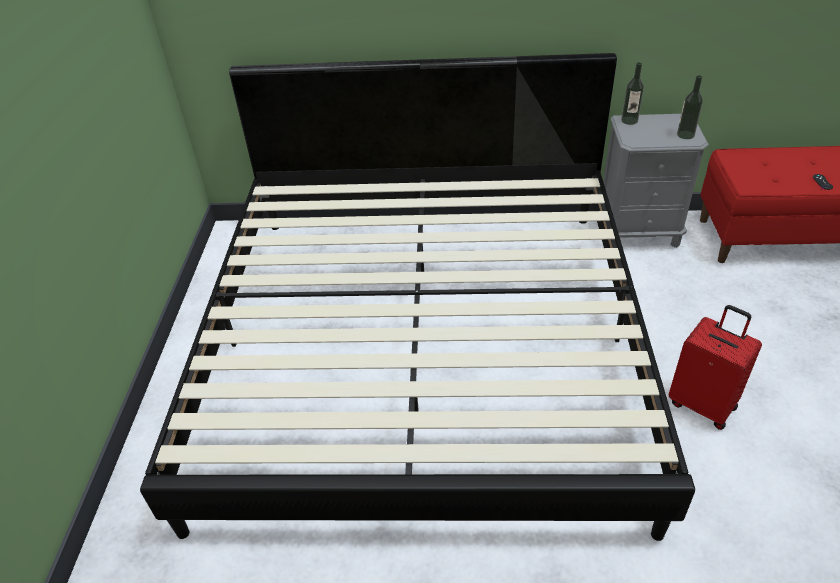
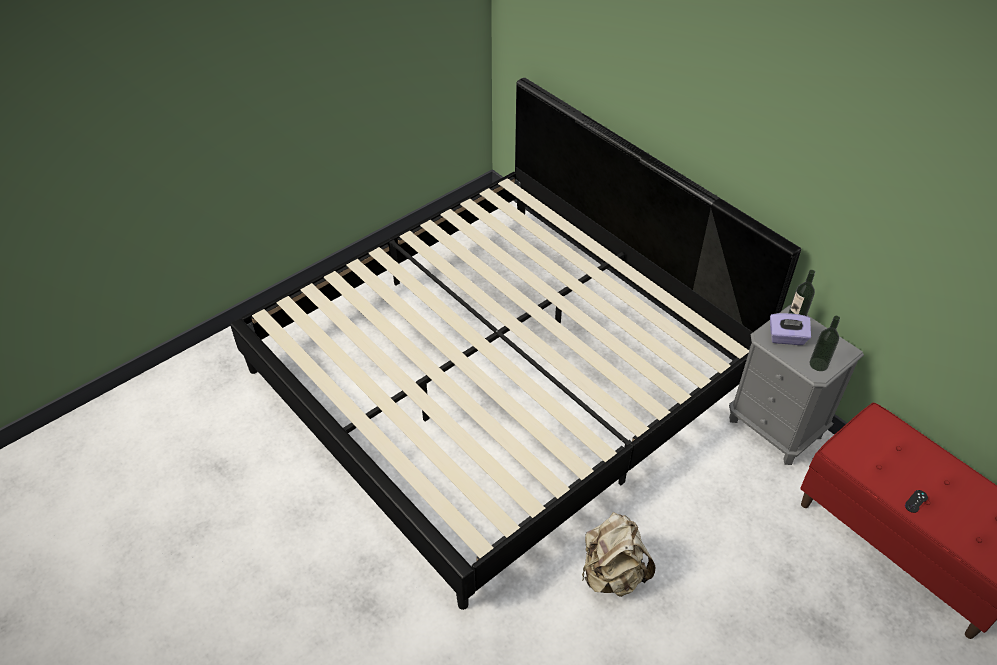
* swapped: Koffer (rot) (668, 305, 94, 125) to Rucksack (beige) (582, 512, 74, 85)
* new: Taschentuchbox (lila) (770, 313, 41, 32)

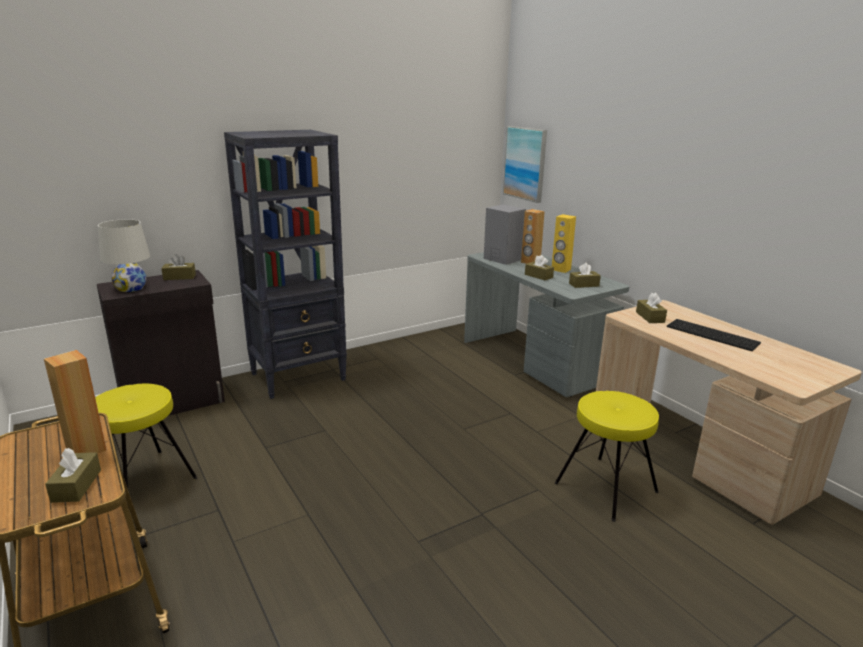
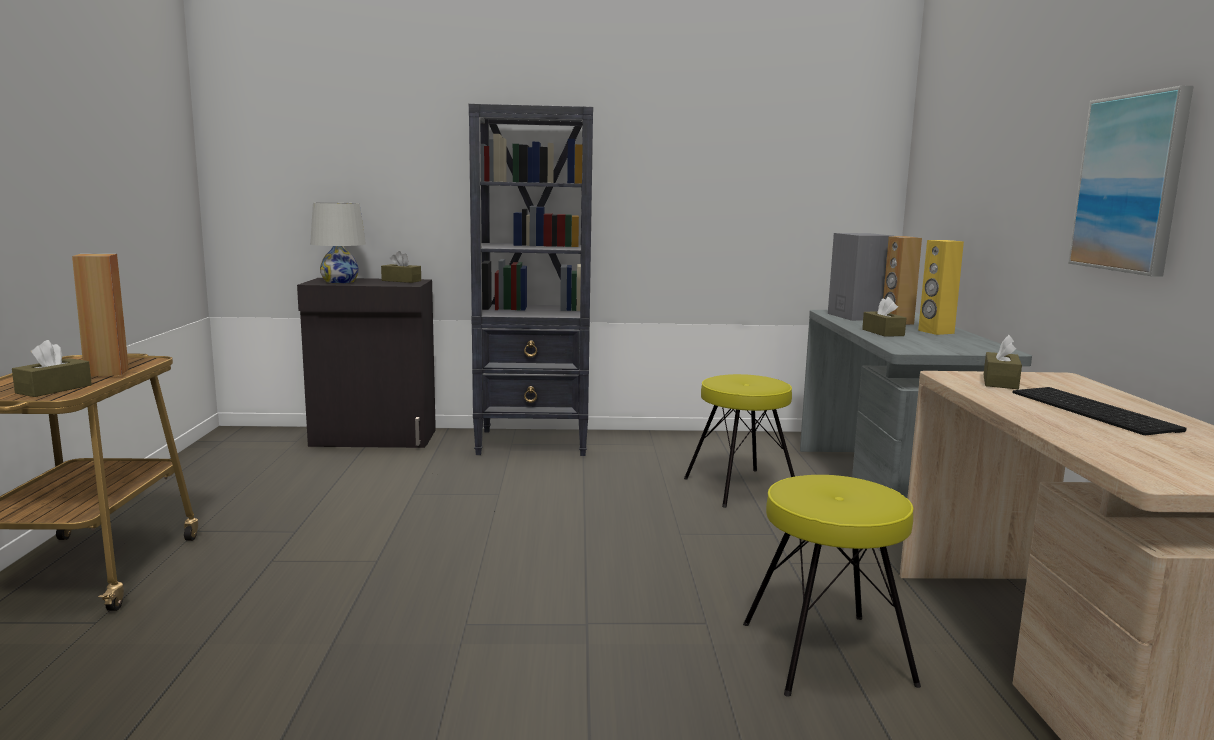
* shifted: Bild (503, 126, 44, 77) to (1068, 86, 126, 191)
* gone: Taschentuchbox (braun) (569, 263, 32, 25)
* shifted: Hocker (gelb) (95, 384, 102, 124) to (684, 374, 111, 134)

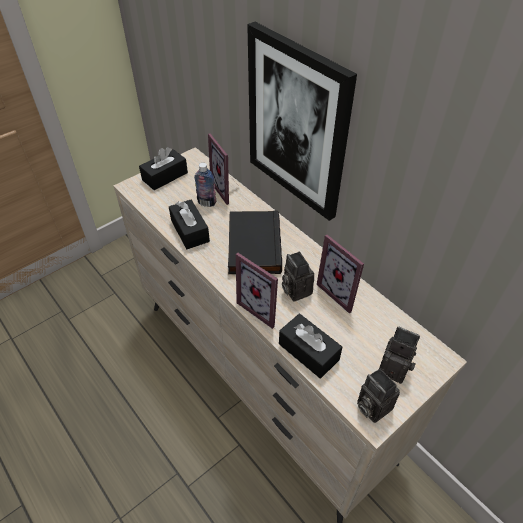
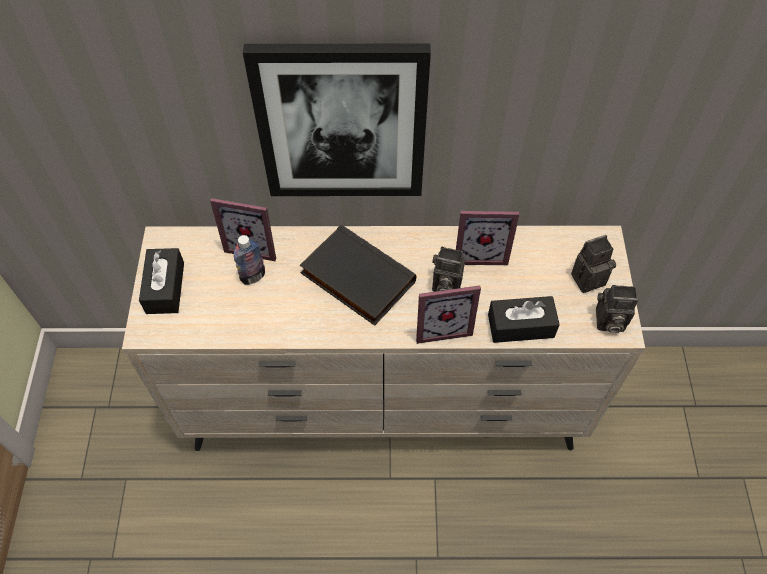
* gone: Taschentuchbox (schwarz) (169, 200, 41, 49)

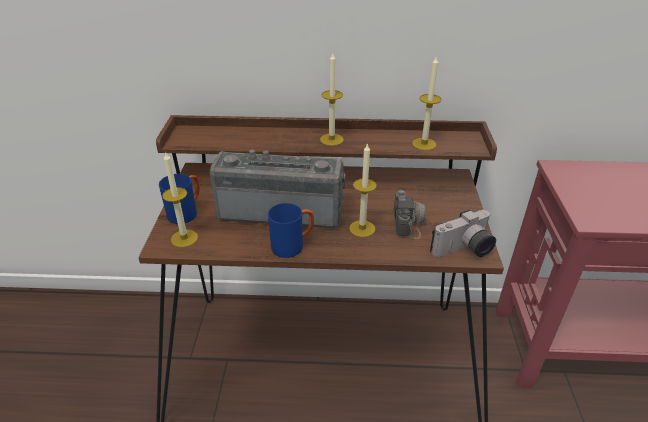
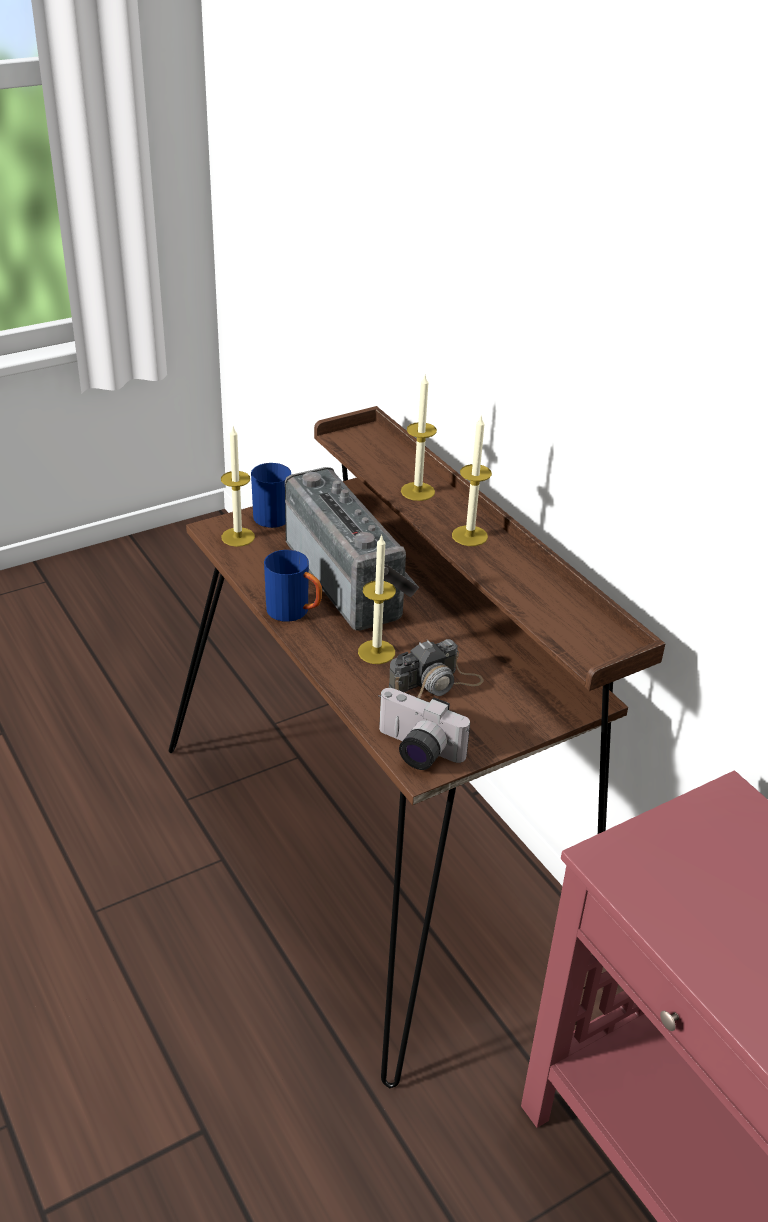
* shifted: Kerze (412, 55, 29, 95) to (401, 375, 36, 126)

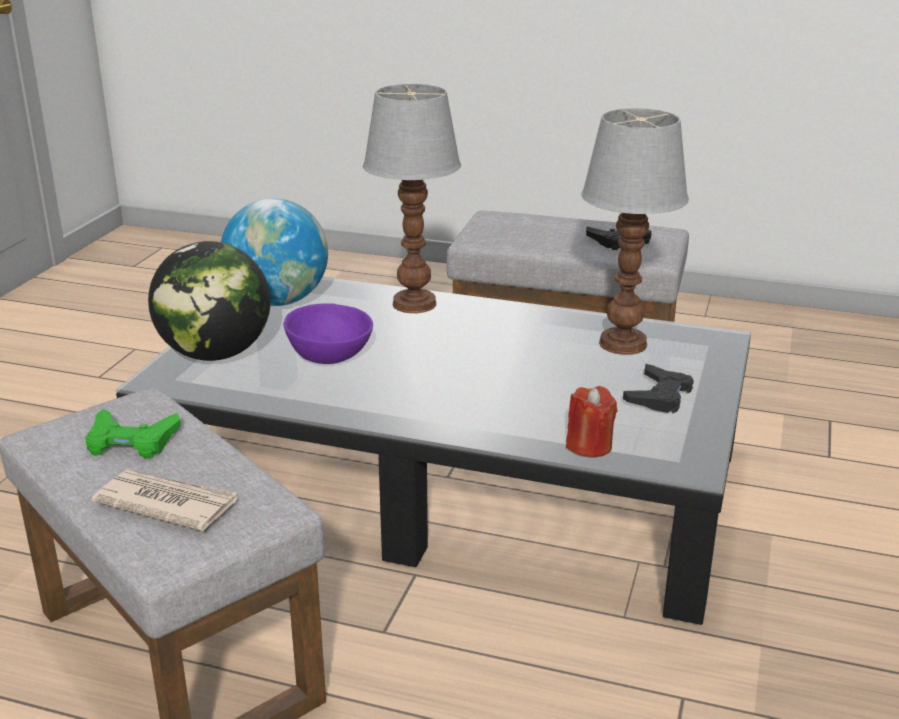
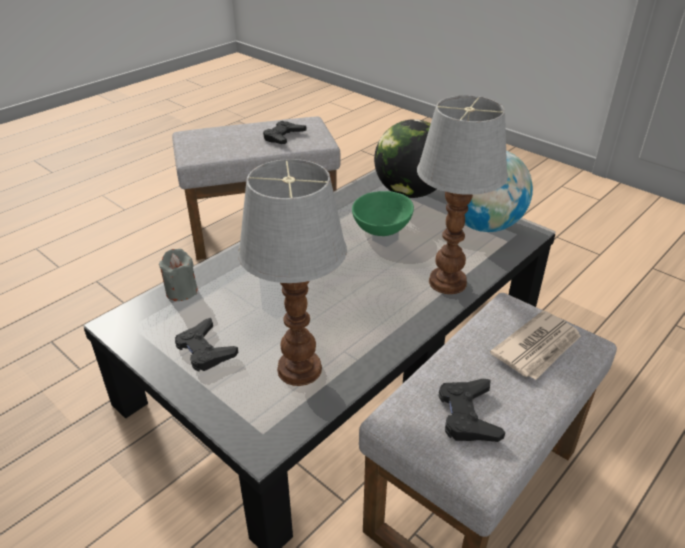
* repainted: Schüssel (lila) (283, 303, 90, 61) to Schüssel (grün) (352, 191, 62, 45)
* repainted: Kerze (rot) (566, 386, 51, 71) to Kerze (grau) (159, 249, 39, 52)
* repainted: Gamepad (grün) (85, 409, 96, 50) to Gamepad (schwarz) (263, 121, 43, 23)
* shifted: Zeitung (92, 469, 145, 62) to (490, 310, 91, 70)

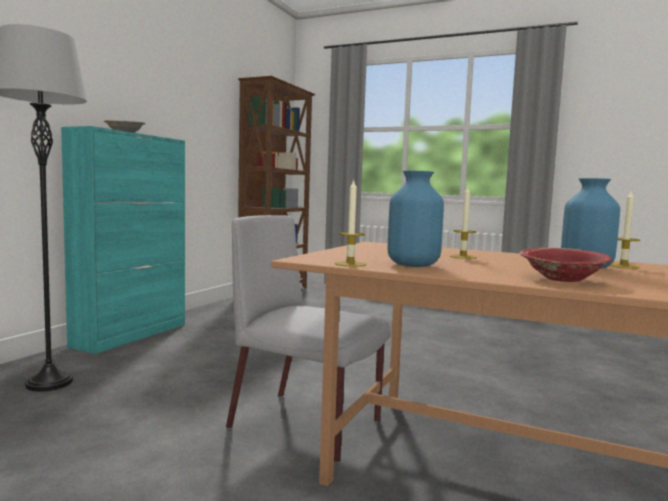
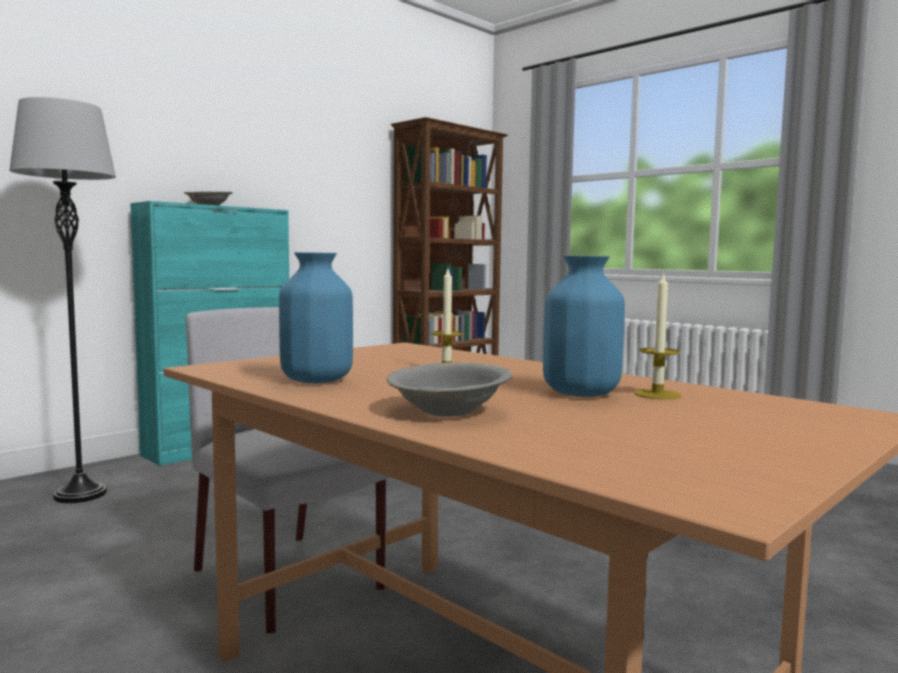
* gone: Kerze (335, 179, 31, 88)
* repainted: Schüssel (rot) (520, 248, 92, 34) to Schüssel (grau) (386, 362, 126, 54)

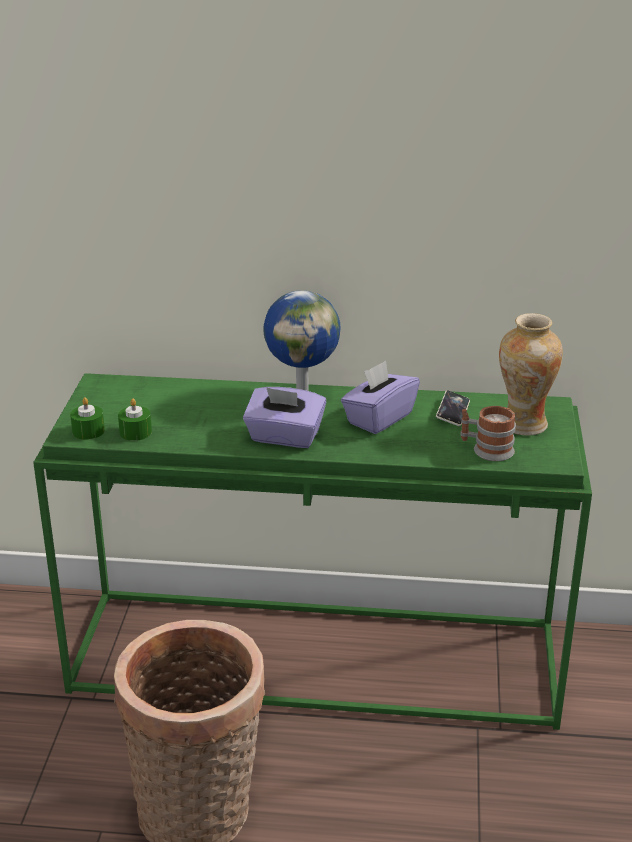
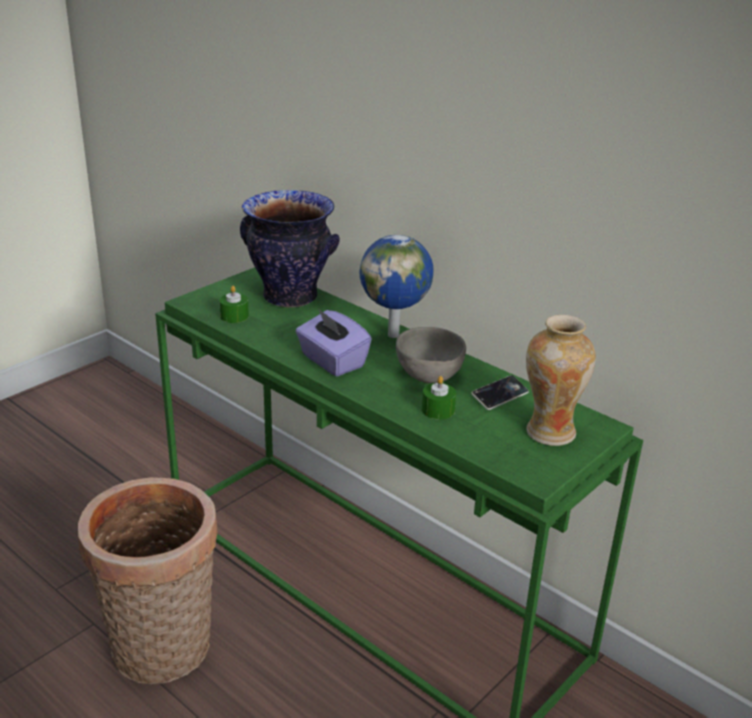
* swapped: Taschentuchbox (lila) (341, 361, 79, 73) to Schüssel (grau) (396, 327, 70, 56)
* shifted: Kerze (grün) (70, 397, 35, 43) to (422, 376, 34, 43)
* gone: Henkelbecher (460, 406, 56, 55)
* new: Vase (240, 190, 100, 117)

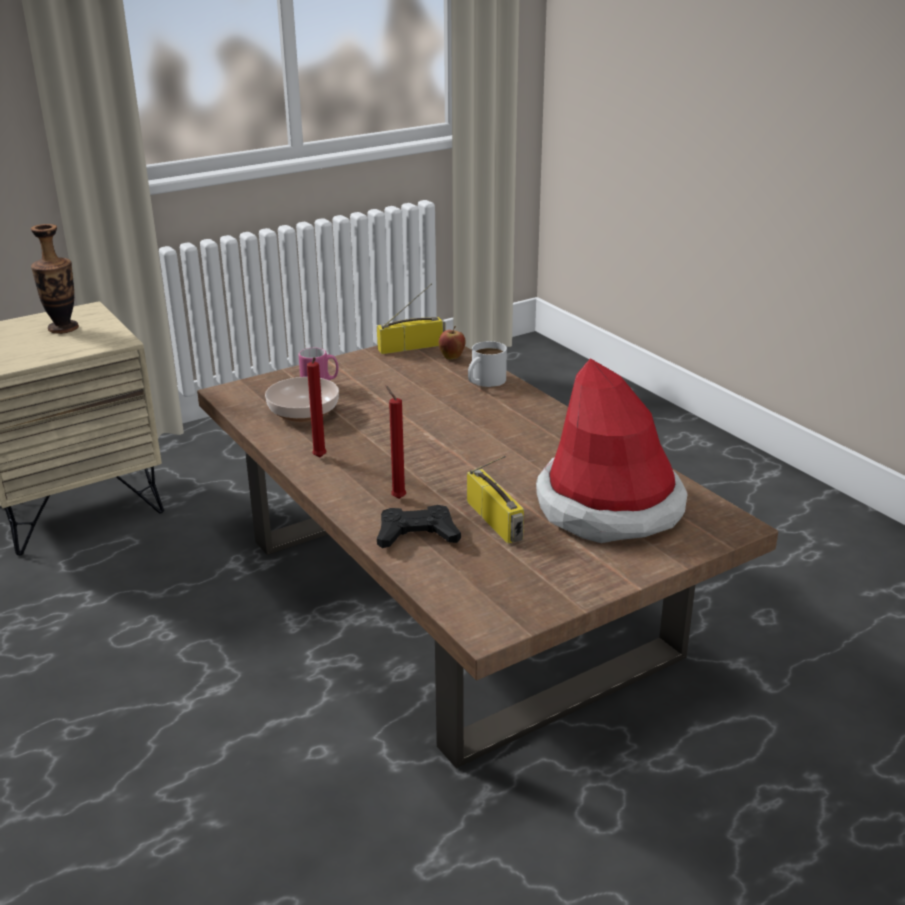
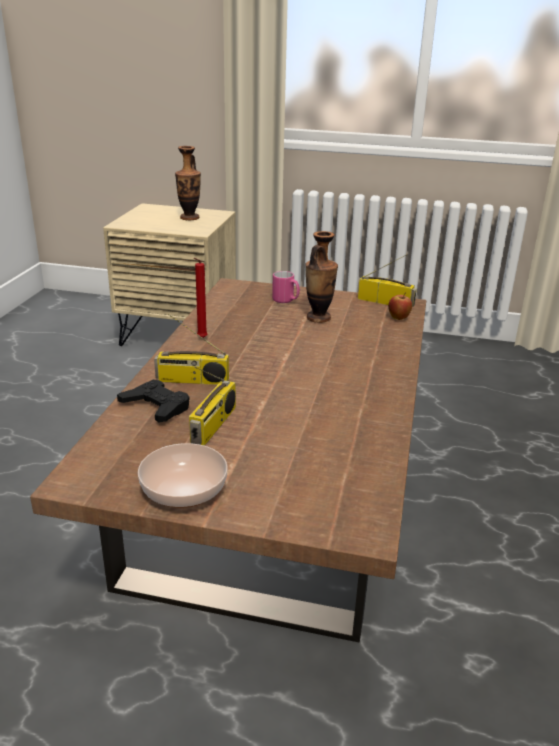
* gone: Henkelbecher (weiß) (468, 341, 39, 46)
* gone: Hut (536, 358, 152, 185)
* shifted: Schüssel (265, 377, 74, 45) to (138, 443, 90, 65)
* swapped: Kerze (rot) (385, 385, 21, 114) to Radio (154, 314, 75, 71)
* new: Vase (305, 231, 33, 92)

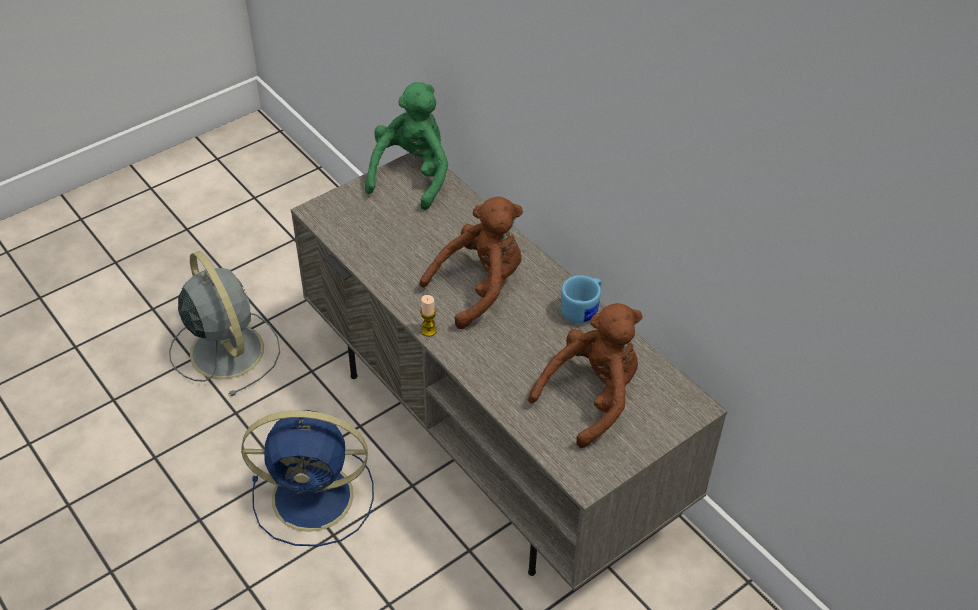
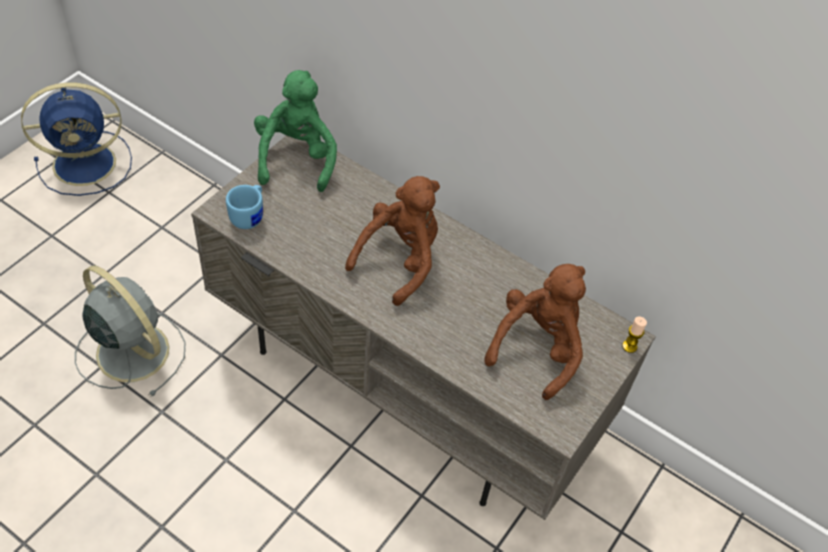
* shifted: Henkelbecher (blau) (561, 275, 41, 49) to (226, 185, 37, 44)
* shifted: Kerze (420, 295, 17, 42) to (622, 316, 25, 37)
* shifted: Ventilator (blau) (241, 410, 133, 136) to (21, 82, 111, 114)

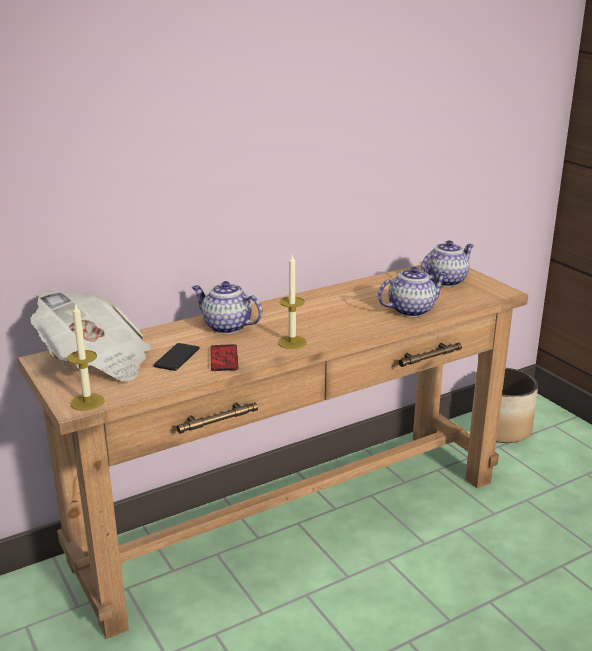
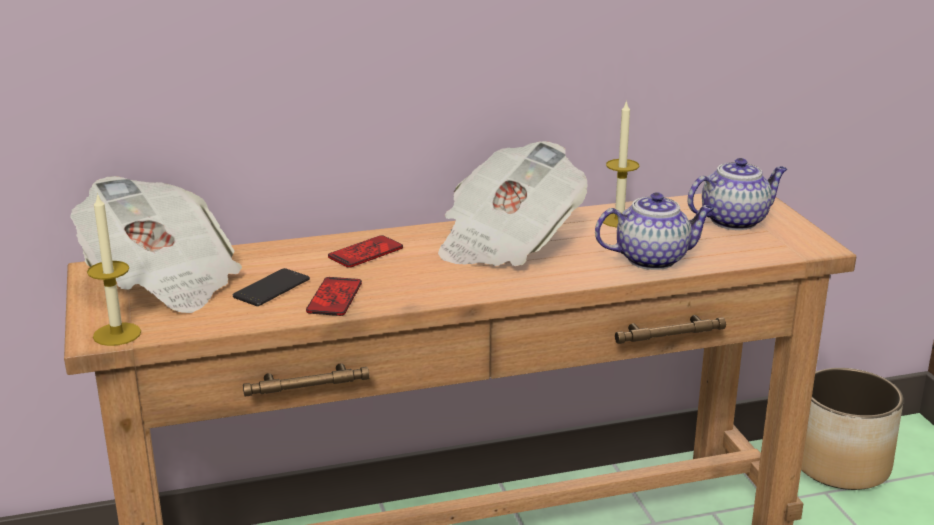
* shifted: Kerze (278, 255, 29, 94) to (603, 100, 36, 127)
* swapped: Teekanne (192, 281, 70, 53) to Handy (328, 235, 75, 33)
* new: Zeitung (438, 141, 150, 125)

